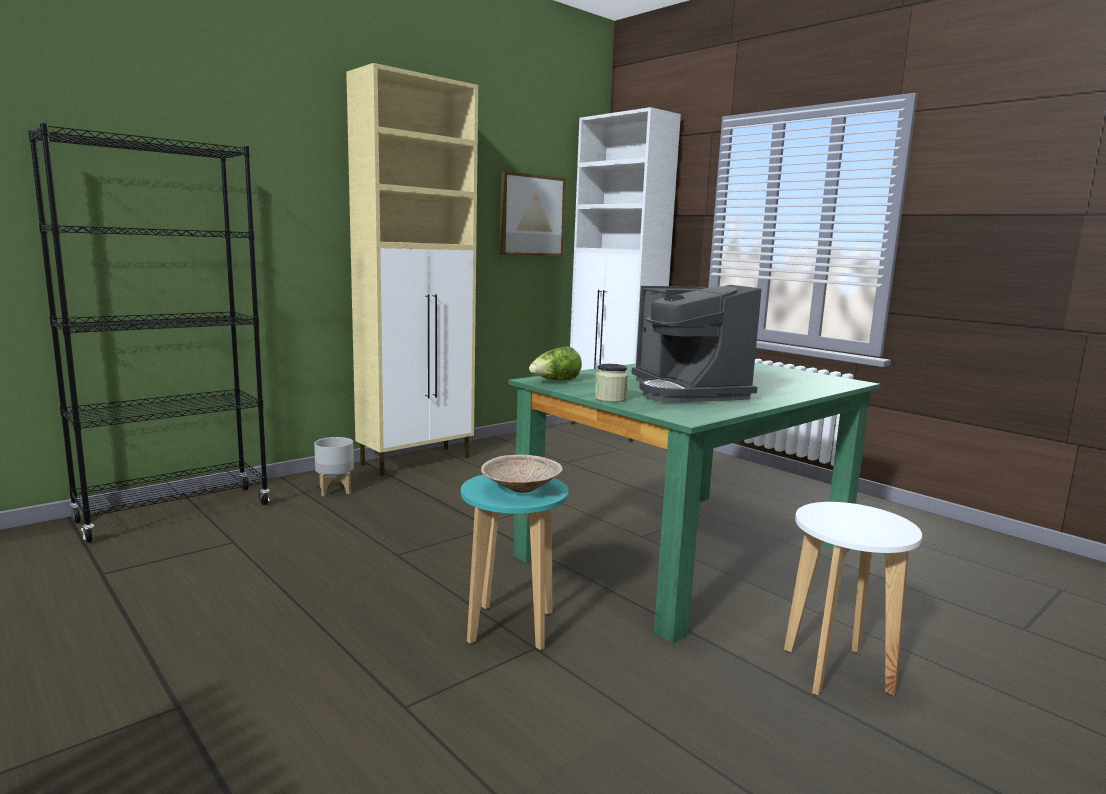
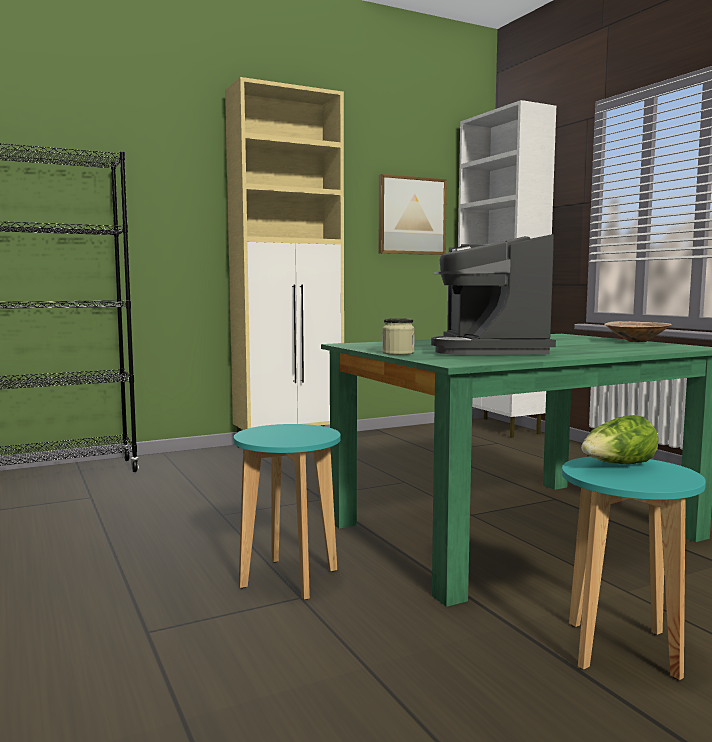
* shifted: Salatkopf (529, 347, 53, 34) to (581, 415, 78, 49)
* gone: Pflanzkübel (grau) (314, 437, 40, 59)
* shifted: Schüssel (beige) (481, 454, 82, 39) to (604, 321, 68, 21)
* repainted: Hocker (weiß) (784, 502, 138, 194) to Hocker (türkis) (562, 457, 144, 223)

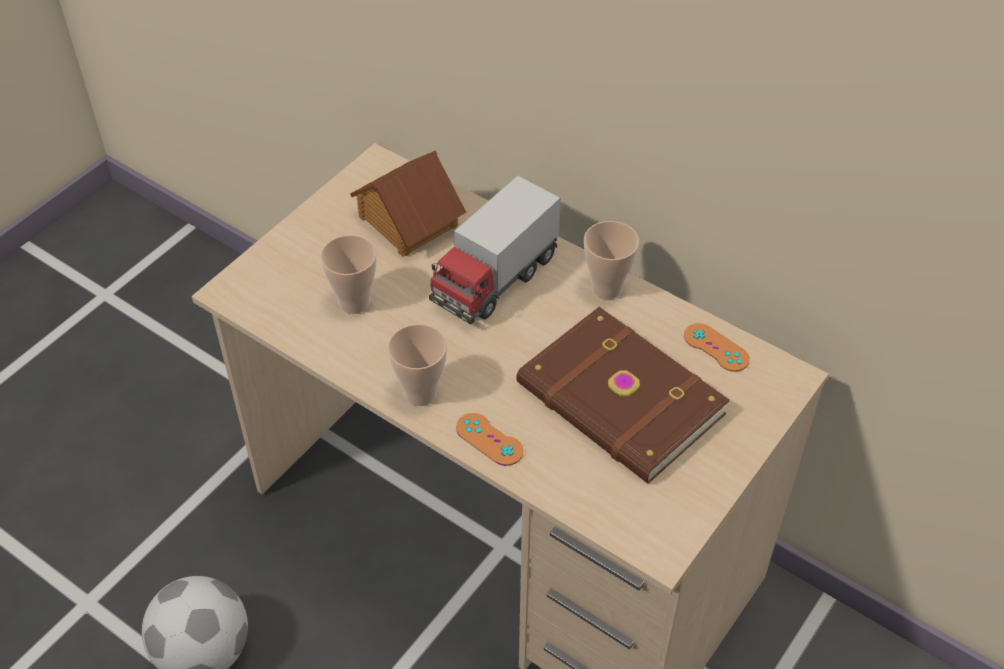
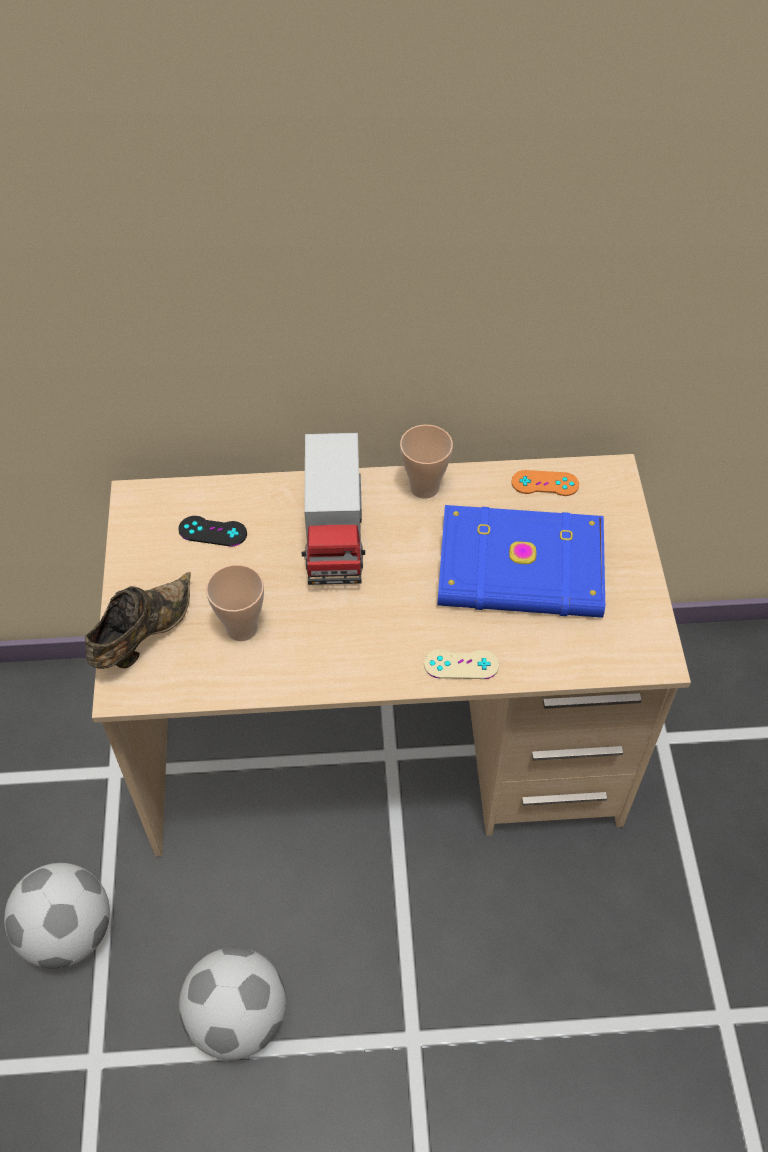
* swapped: Spielzeughaus (350, 150, 116, 107) to Gamepad (schwarz) (178, 516, 69, 30)
* repainted: Buch (braun) (516, 307, 213, 176) to Buch (blau) (437, 505, 168, 113)
* gone: Tasse (387, 324, 60, 82)
* repainted: Gamepad (orange) (456, 413, 68, 53) to Gamepad (beige) (424, 649, 75, 30)
* new: Schuh (braun) (85, 572, 106, 97)
* new: Fußball (4, 863, 106, 106)

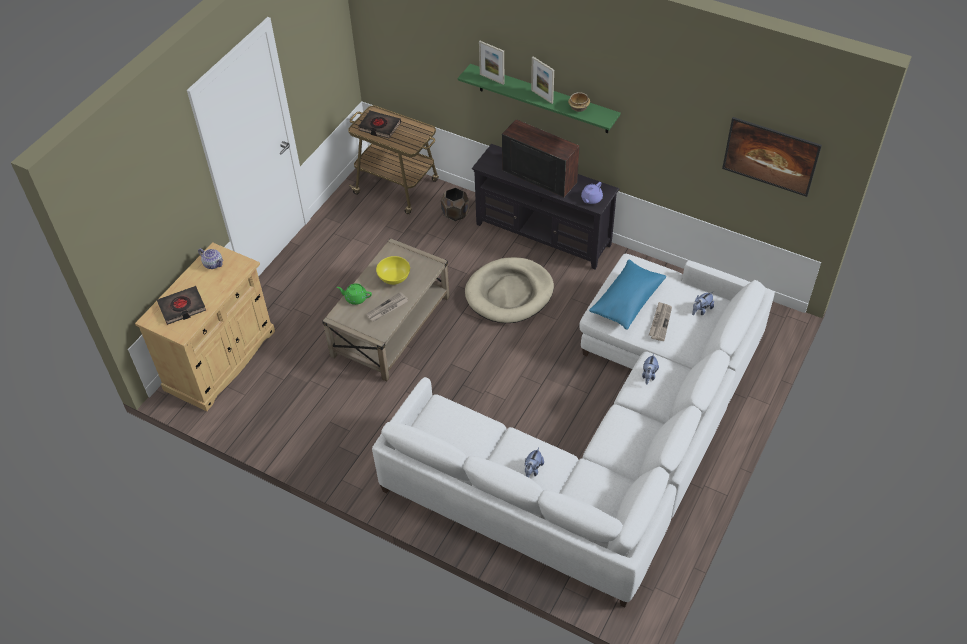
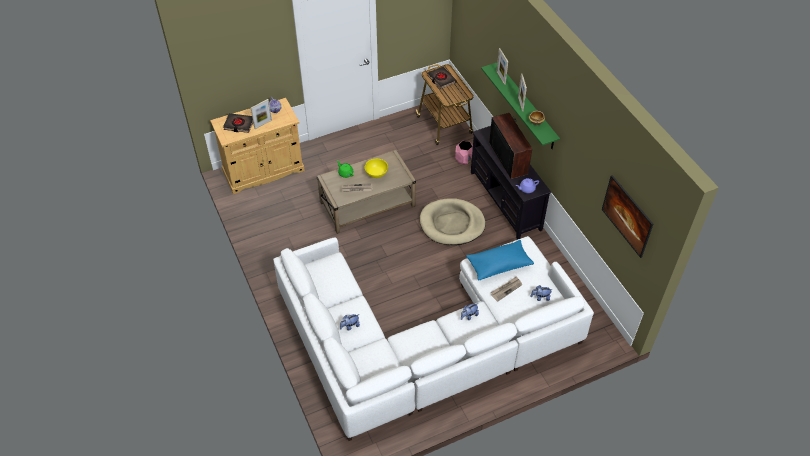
* repainted: Pflanzkübel (braun) (441, 187, 28, 34) to Pflanzkübel (rosa) (455, 141, 18, 24)
* new: Bilderrahmen (251, 99, 21, 30)

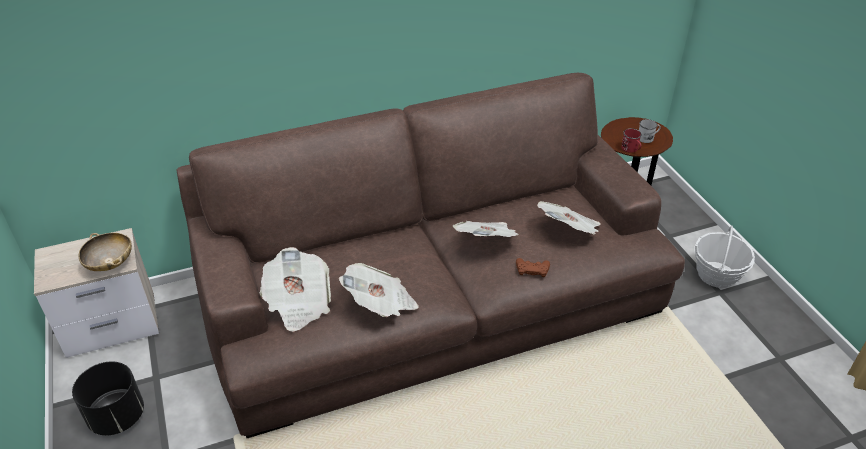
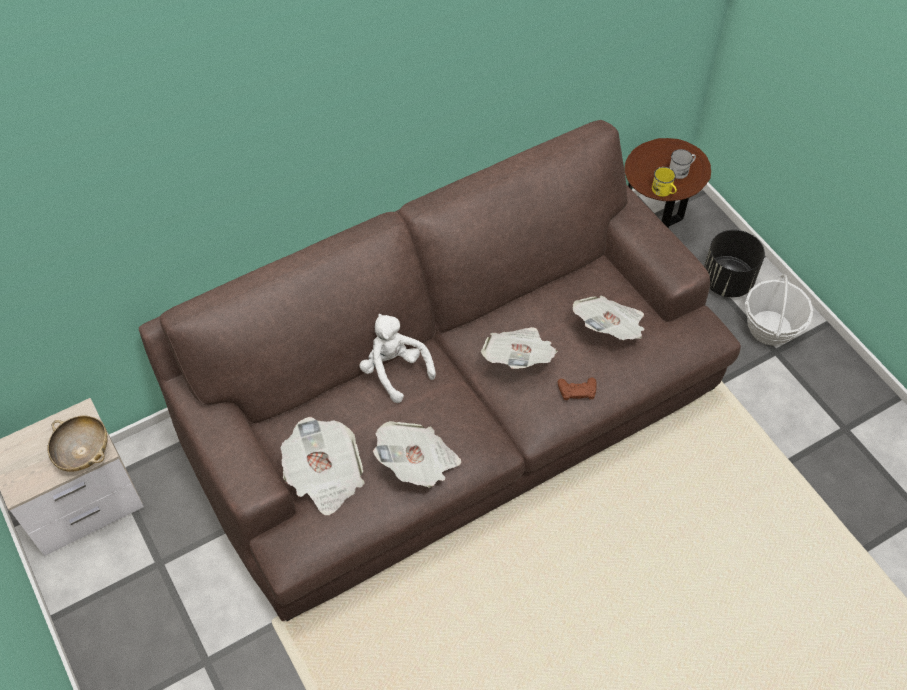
* repainted: Henkelbecher (rot) (621, 128, 21, 25) to Henkelbecher (gelb) (652, 167, 25, 30)
* shifted: Pflanzkübel (schwarz) (72, 362, 72, 74) to (704, 230, 61, 67)
* new: Plüschtier (weiß) (359, 314, 77, 89)

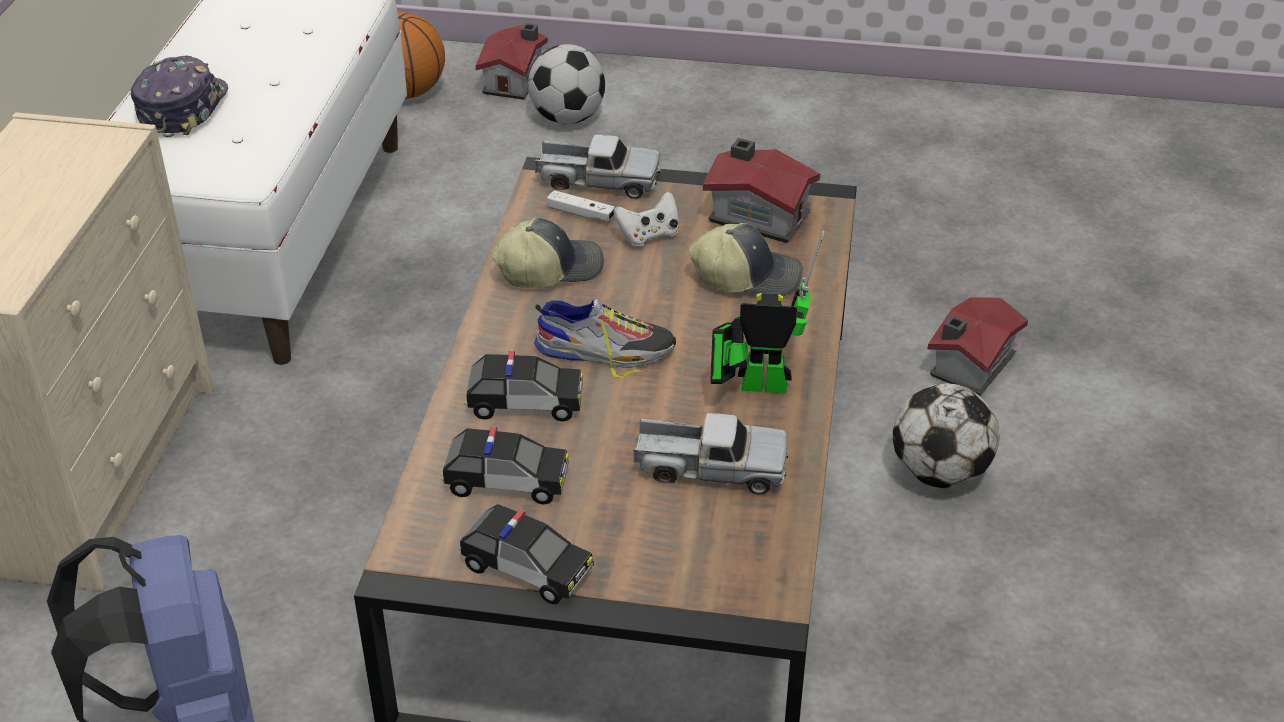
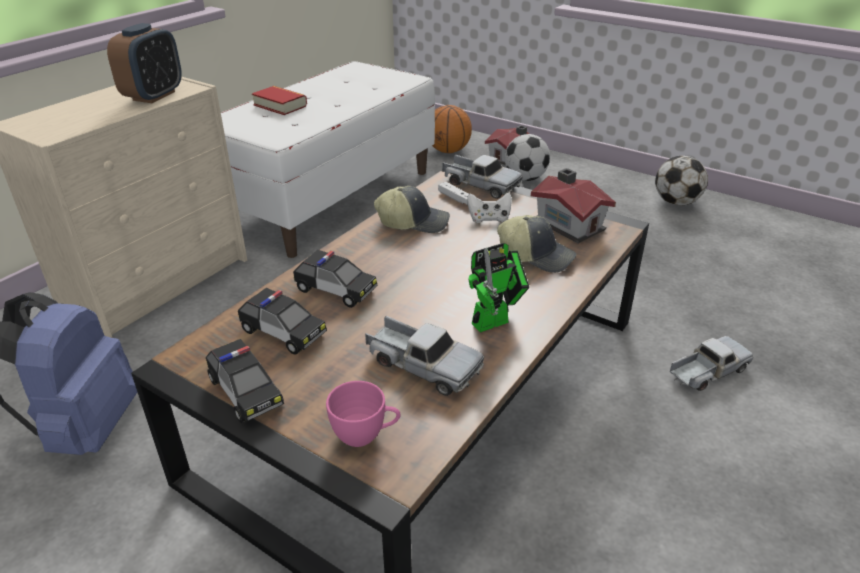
* swapped: Kappe (131, 55, 97, 80) to Buch (252, 86, 55, 29)
* rotated: Spielzeugroboter (710, 230, 115, 163) = (468, 243, 61, 90) 120 degrees clockwise
* swapped: Spielzeughaus (928, 297, 100, 99) to Spielzeuglaster (670, 336, 83, 55)
* gone: Schuh (534, 299, 142, 79)
* shifted: Fußball (893, 383, 106, 105) to (655, 156, 53, 50)
* new: Wecker (107, 23, 75, 80)
* new: Tasse (rosa) (326, 381, 75, 66)

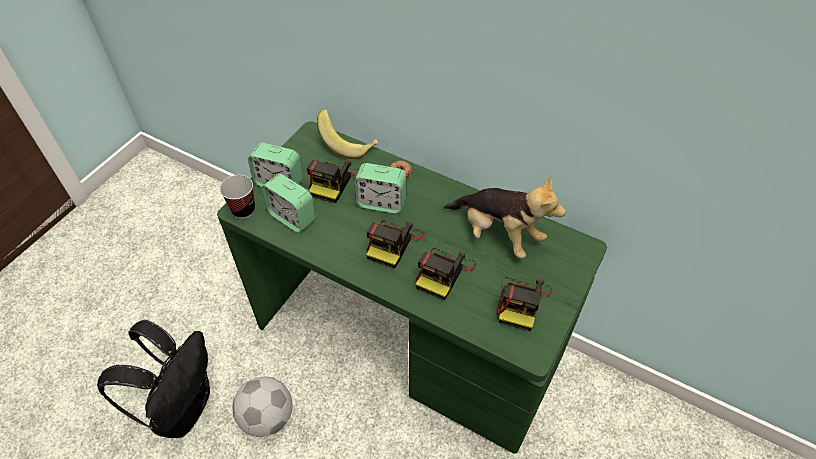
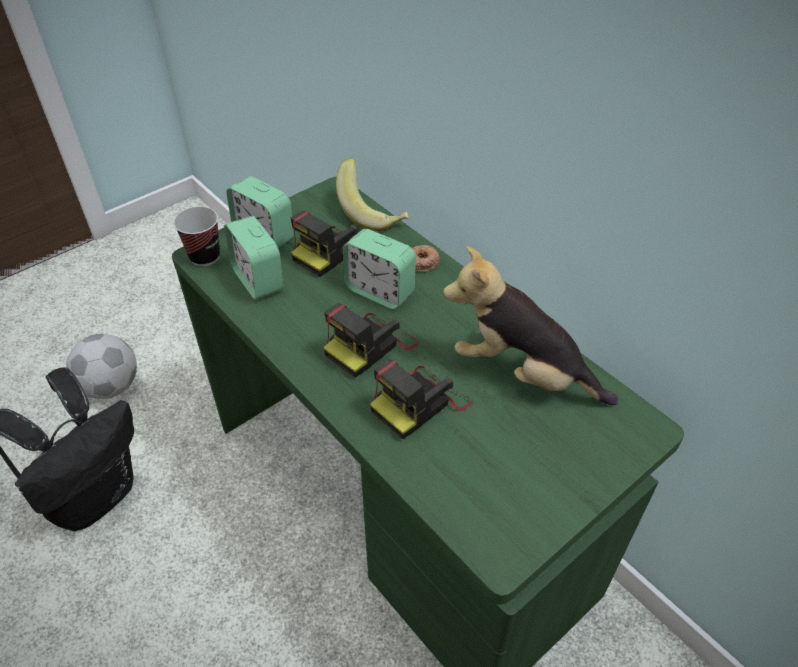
* rotated: Plüschtier (444, 176, 122, 82) = (443, 246, 175, 159) 150 degrees clockwise
* gone: Kamera (496, 277, 56, 54)
* shifted: Fußball (233, 377, 59, 60) to (66, 334, 71, 65)

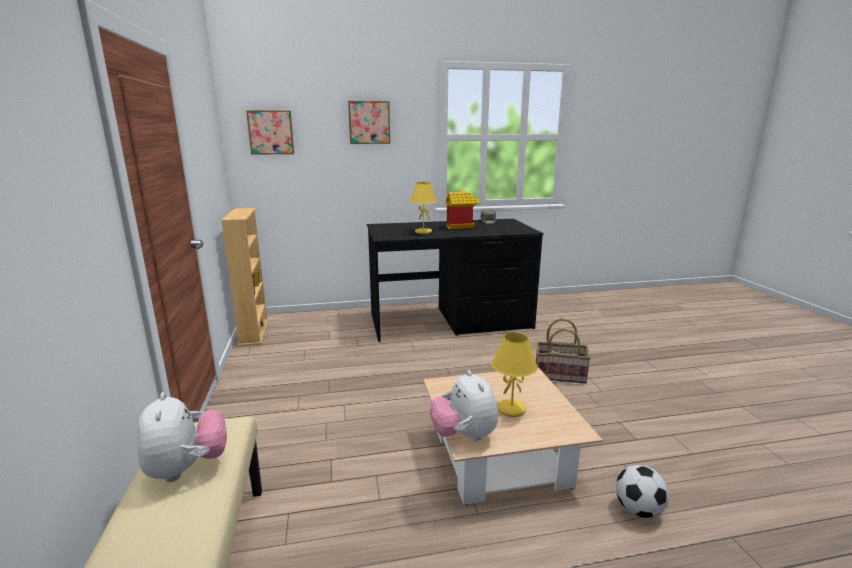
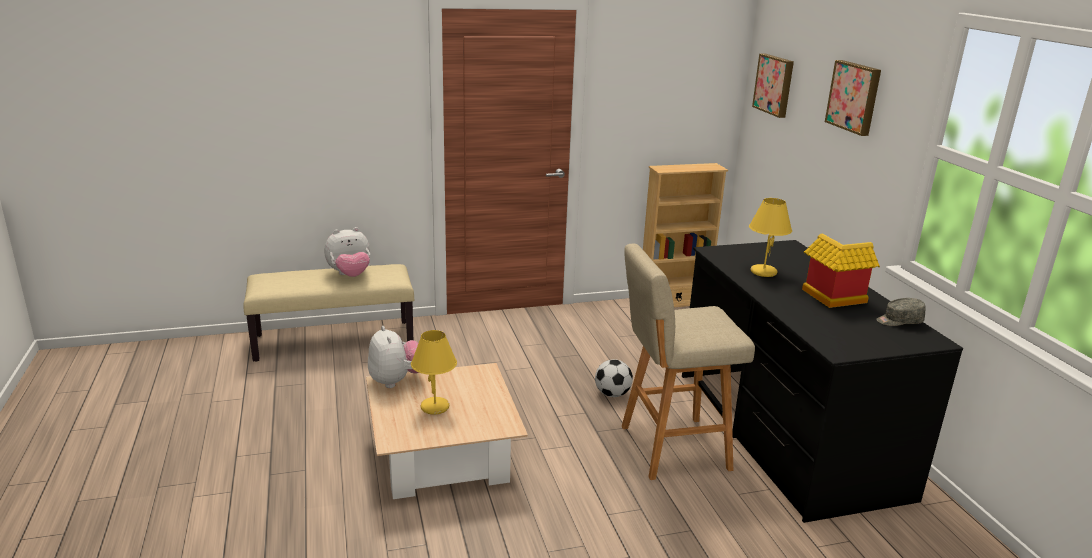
* gone: Korb (536, 318, 55, 66)
* rotated: Plüschtier (430, 370, 68, 71) = (368, 326, 51, 62) 90 degrees clockwise
* shifted: Fußball (616, 465, 53, 53) to (595, 359, 38, 38)
* new: Hocker (beige) (622, 244, 133, 236)

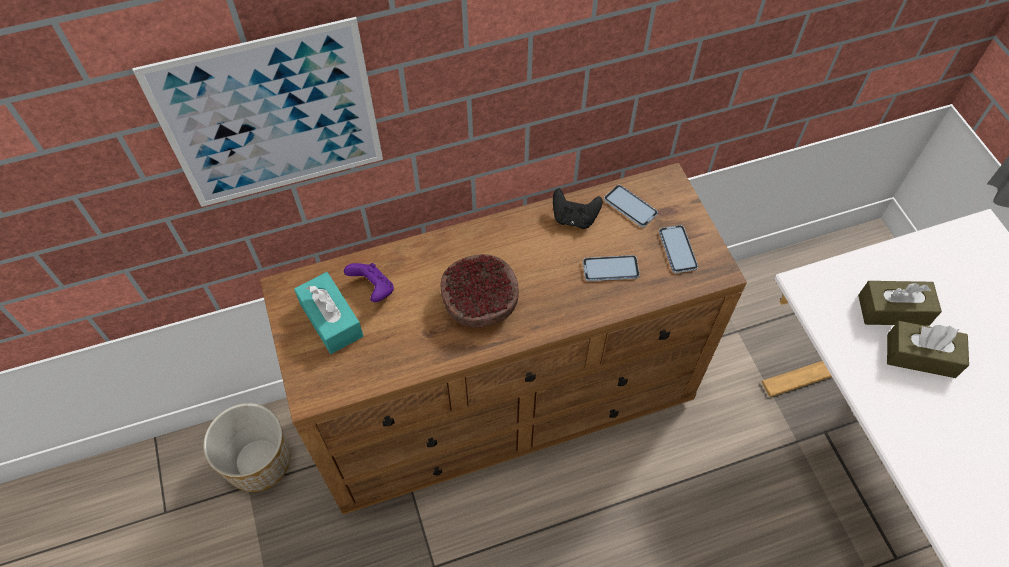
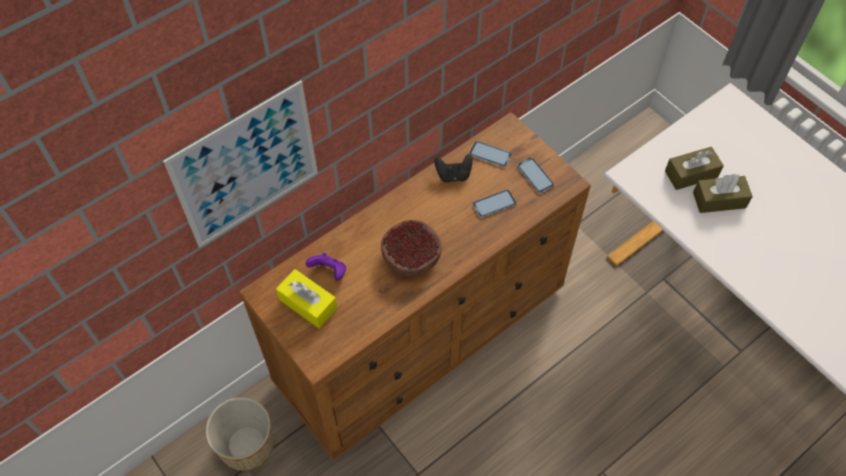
* repainted: Taschentuchbox (türkis) (294, 272, 69, 82) to Taschentuchbox (gelb) (276, 269, 61, 59)

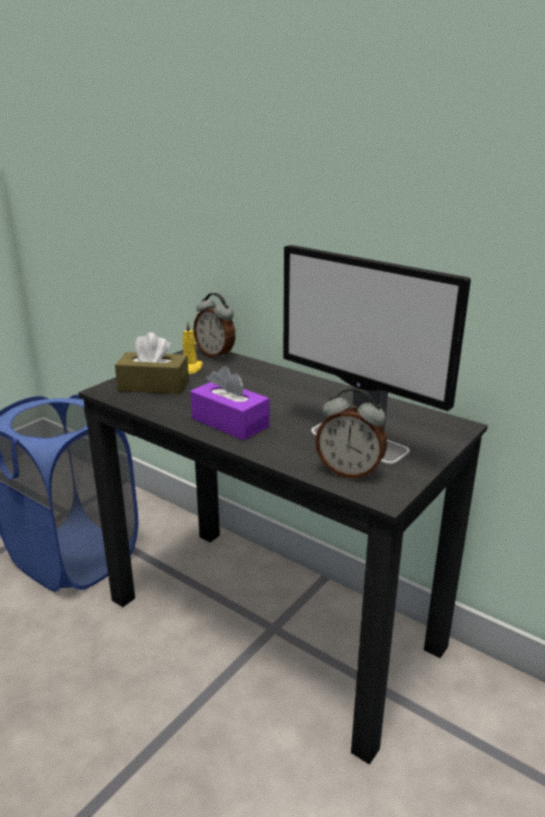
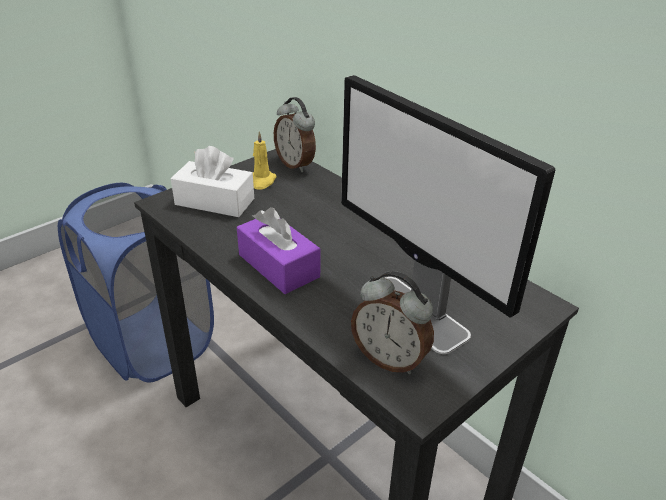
* repainted: Taschentuchbox (braun) (115, 332, 74, 62) to Taschentuchbox (weiß) (171, 146, 83, 71)

